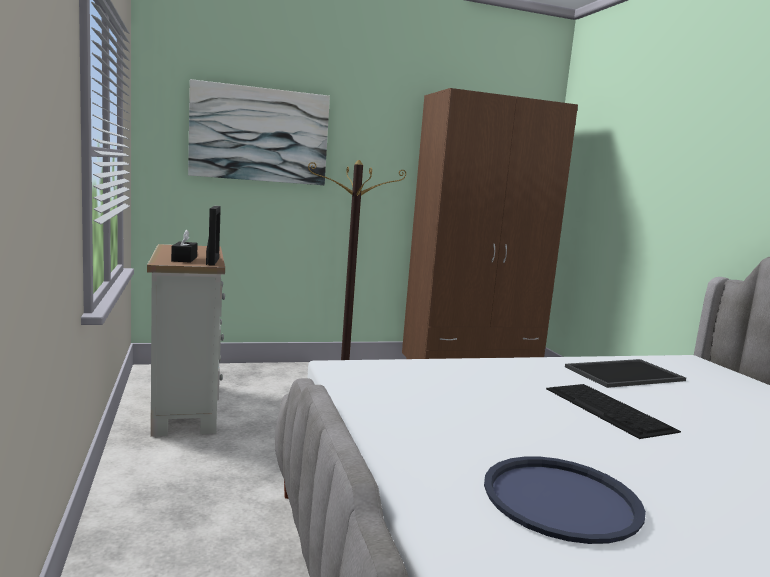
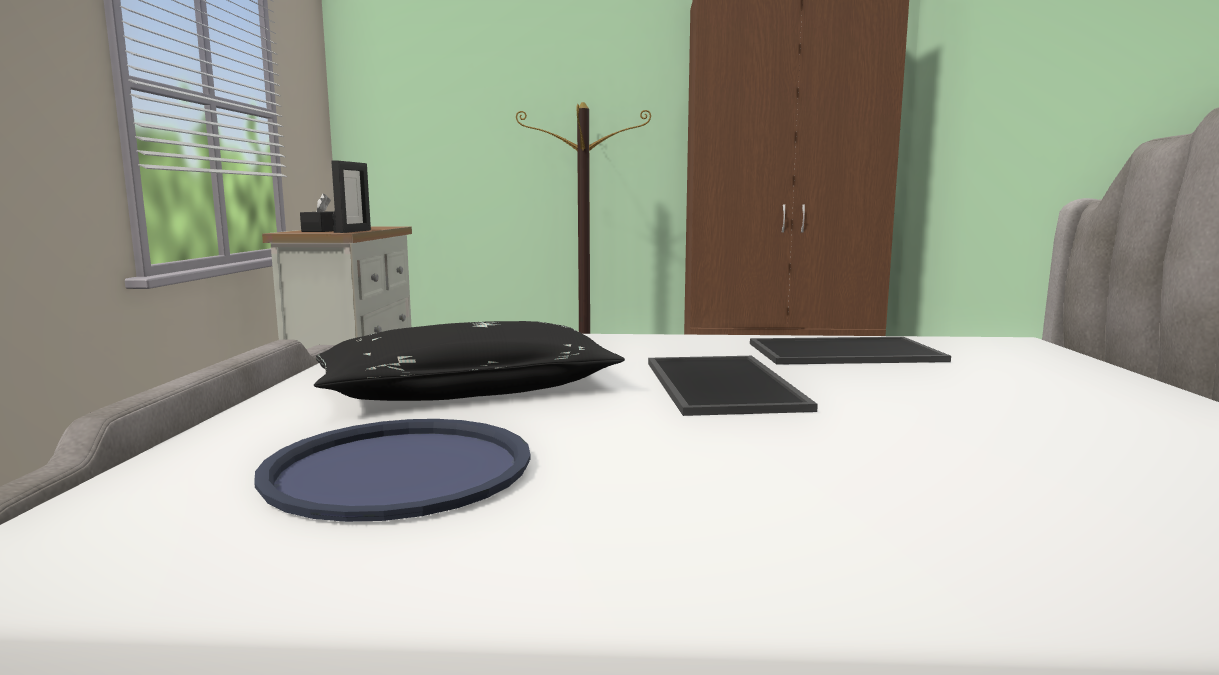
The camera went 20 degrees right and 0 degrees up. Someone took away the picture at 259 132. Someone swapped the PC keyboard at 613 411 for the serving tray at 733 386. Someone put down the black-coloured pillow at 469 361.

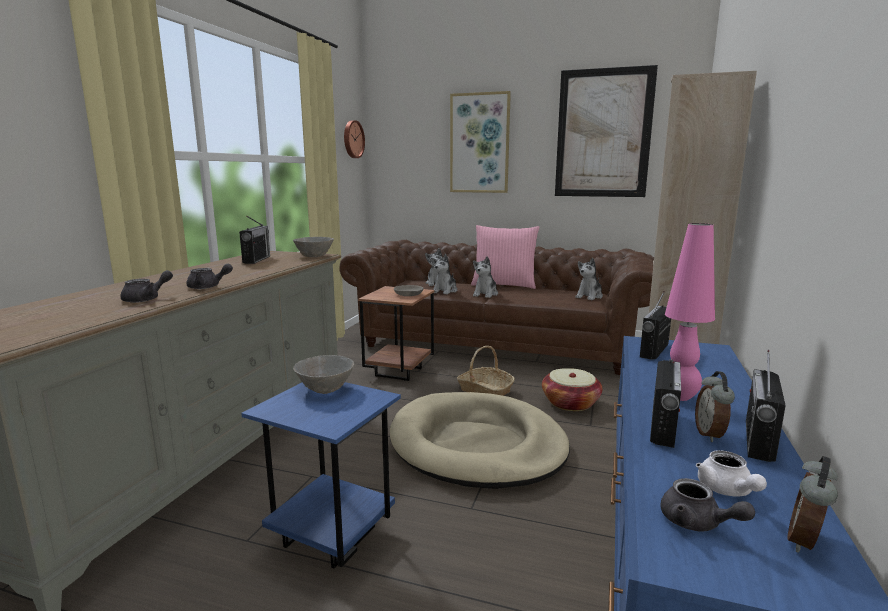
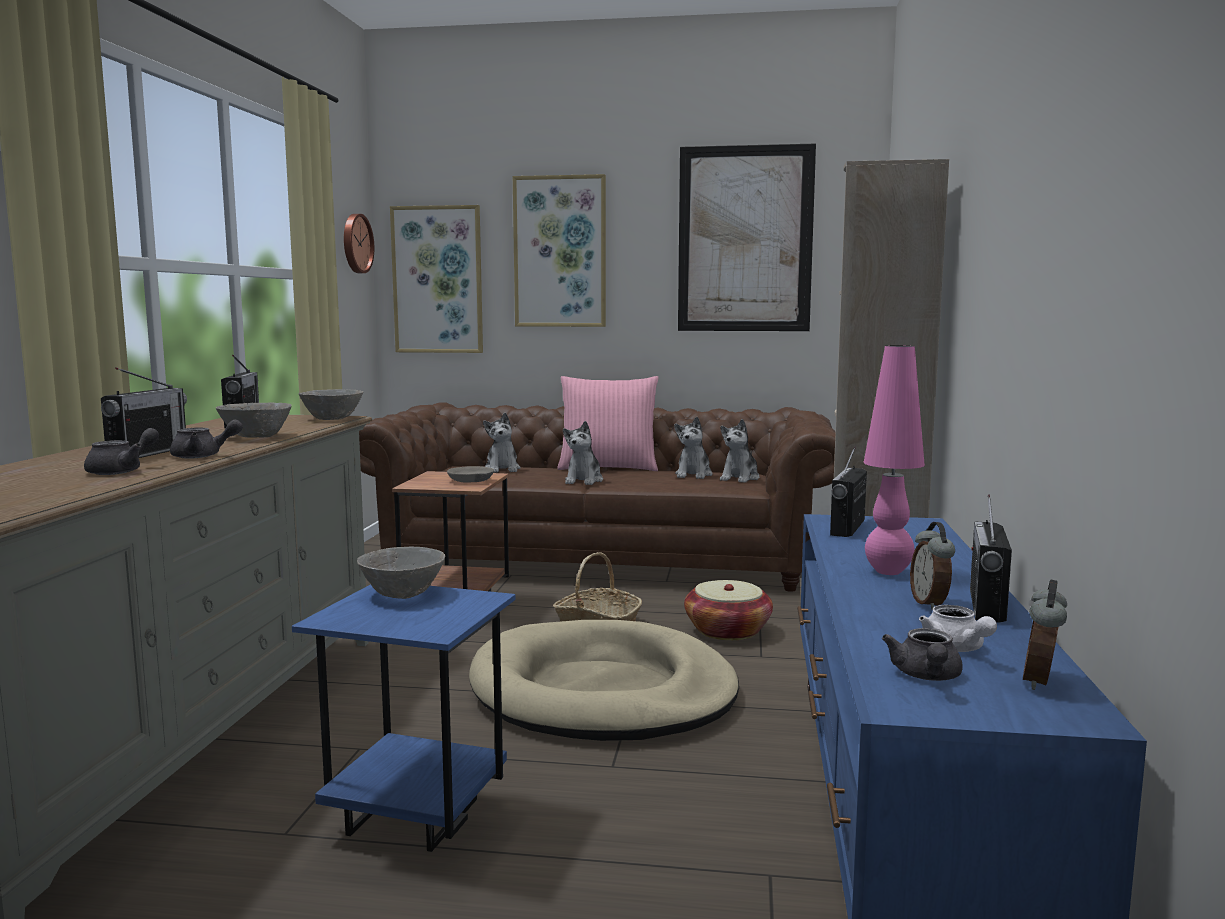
The camera went 10 degrees left and 5 degrees down. Someone carried the plush toy from 444 274 to 693 448. Someone carried the radio set from 665 403 to 144 412. Someone rotated the greyish tea pot at 707 504 by 60 degrees clockwise. Someone put down the greyish deep dish at 254 420. Someone put up the picture at 436 279.

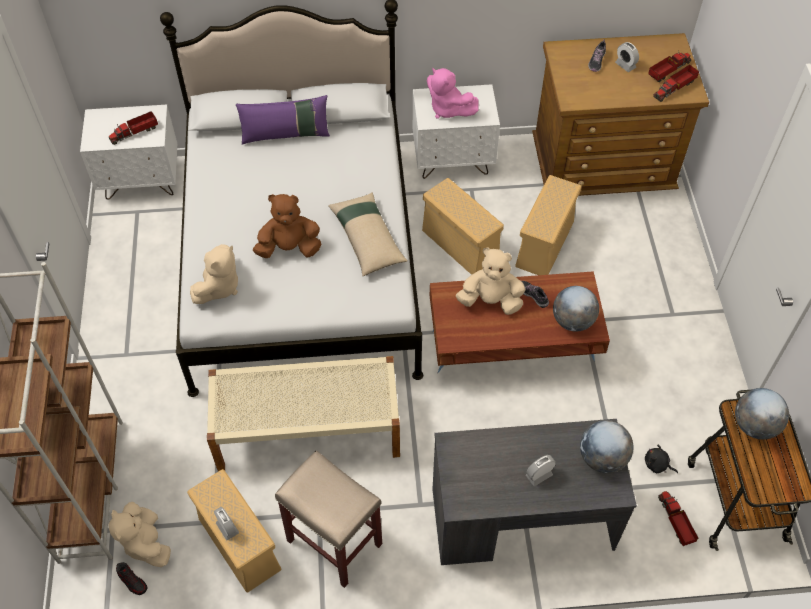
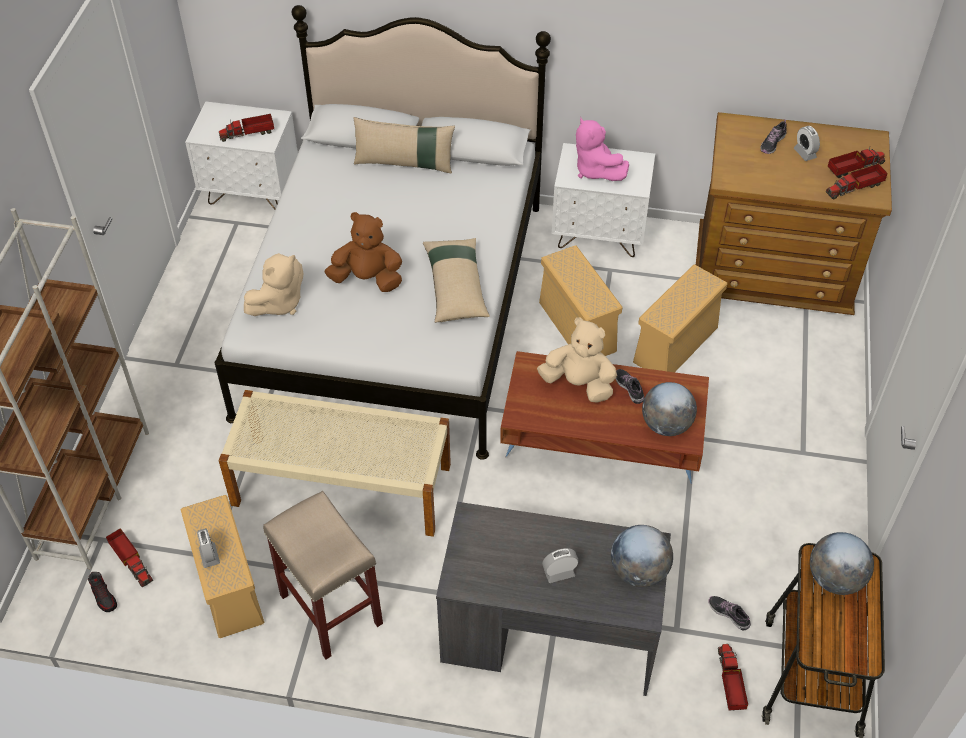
The camera went 15 degrees right and 5 degrees down. Someone swapped the beige-coloured plush toy at 139 534 for the toy truck at 129 558. Someone repainted the purple pillow at 283 120, which became the beige-coloured pillow at 404 145. Someone swapped the black-coloured plush toy at 661 459 for the low shoe at 729 613.

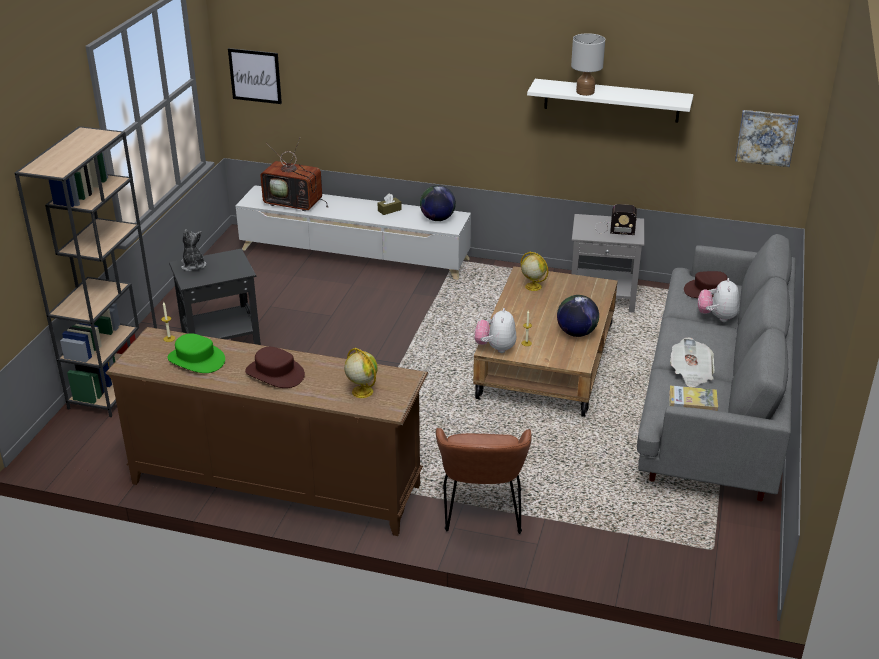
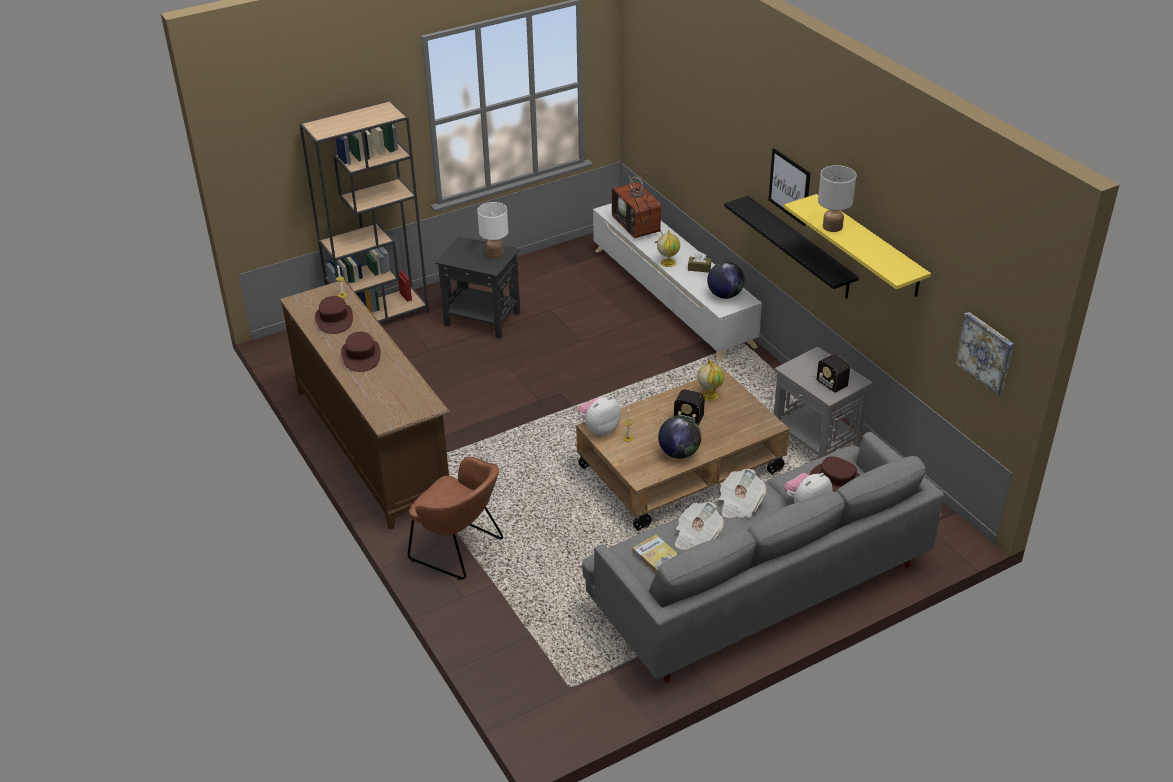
The camera went 45 degrees right and 5 degrees up. Someone repainted the green hat at 196 353, which became the brown hat at 334 315. Someone took away the plush toy at 193 250. Someone carried the picture from 255 76 to 789 187. Someone carried the desk globe from 361 373 to 668 248. Someone rotated the brown armchair at 483 481 by 105 degrees counterclockwise. Someone repainted the white-coloured wall shelf at 610 101, which became the yellowish wall shelf at 857 245. Someone put down the white-coloured lamp for a table at 492 230. Someone put down the radio set at 682 407. Someone put down the newspaper at 742 493. Someone put up the black-coloured wall shelf at 791 247.

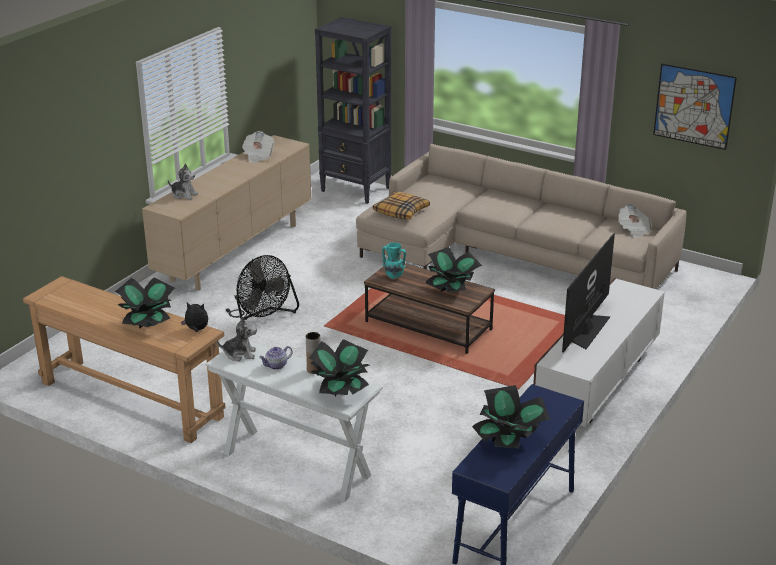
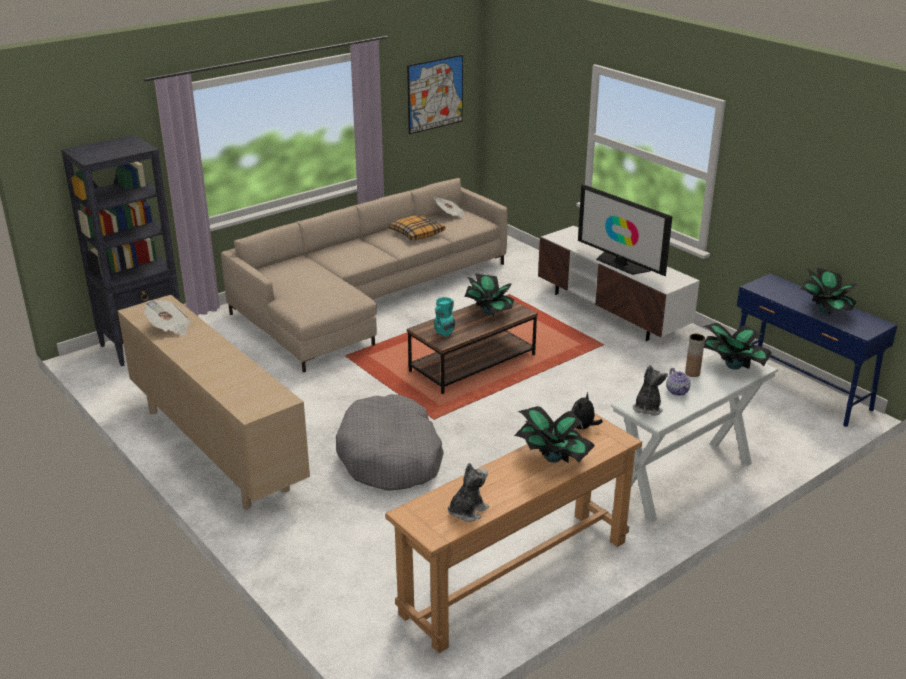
The camera went 70 degrees left and 0 degrees up. Someone carried the plush toy from 183 182 to 468 492. Someone swapped the black-coloured fan at 262 287 for the greyish pet bed at 390 442. Someone carried the pillow from 401 206 to 417 227.

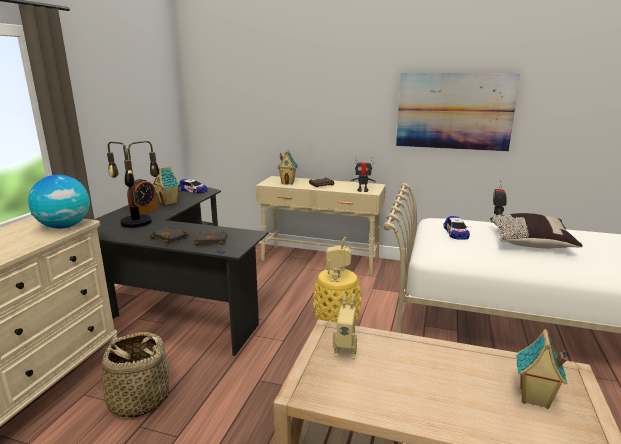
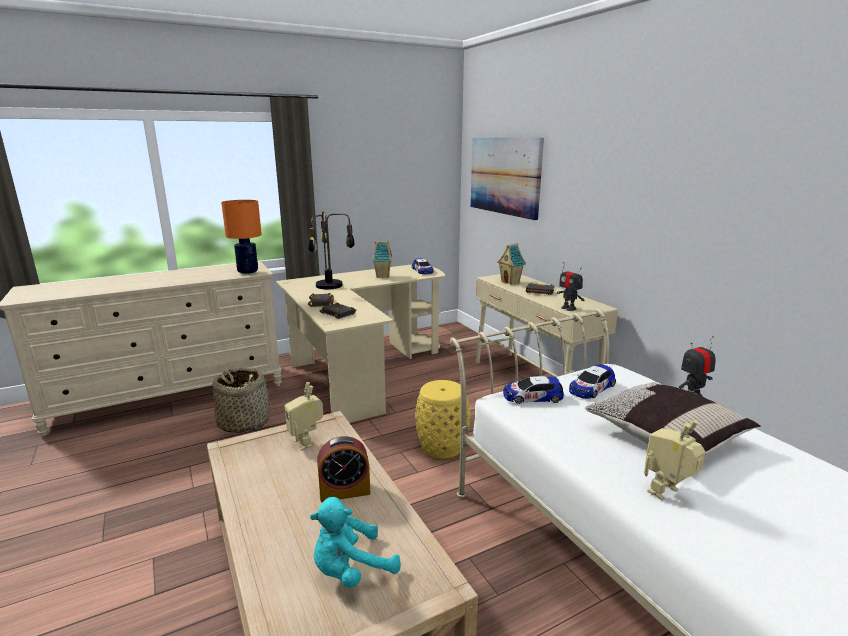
The camera went 45 degrees right and 0 degrees up. Someone swapped the desk globe at 59 201 for the orangey lamp for a table at 241 237. Someone repainted the black-coloured desk unit at 181 271, which became the beige-coloured desk unit at 360 343. Someone carried the bedside clock from 142 197 to 343 469. Someone carried the robot figure from 339 259 to 675 460. Someone carried the picture from 458 112 to 507 179. Someone swapped the toy house at 542 369 for the blue-green plush toy at 355 542. Someone put down the model car at 533 390.

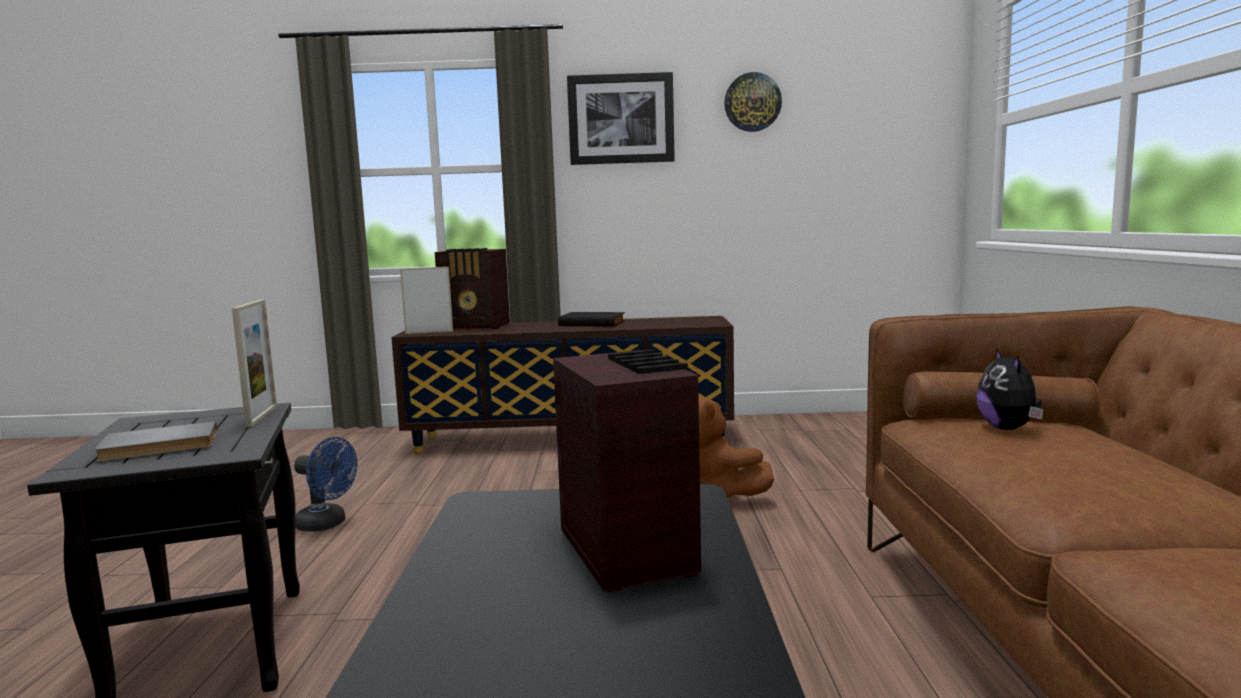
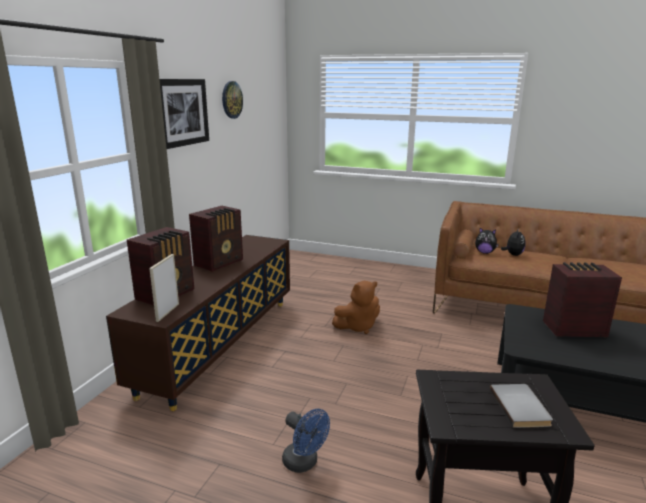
The camera went 70 degrees left and 10 degrees up. Someone took away the photo frame at 254 363. Someone rotated the blue fan at 325 484 by 90 degrees clockwise. Someone swapped the black-coloured volume at 591 319 for the radio set at 216 239. Someone put down the plush toy at 513 243.

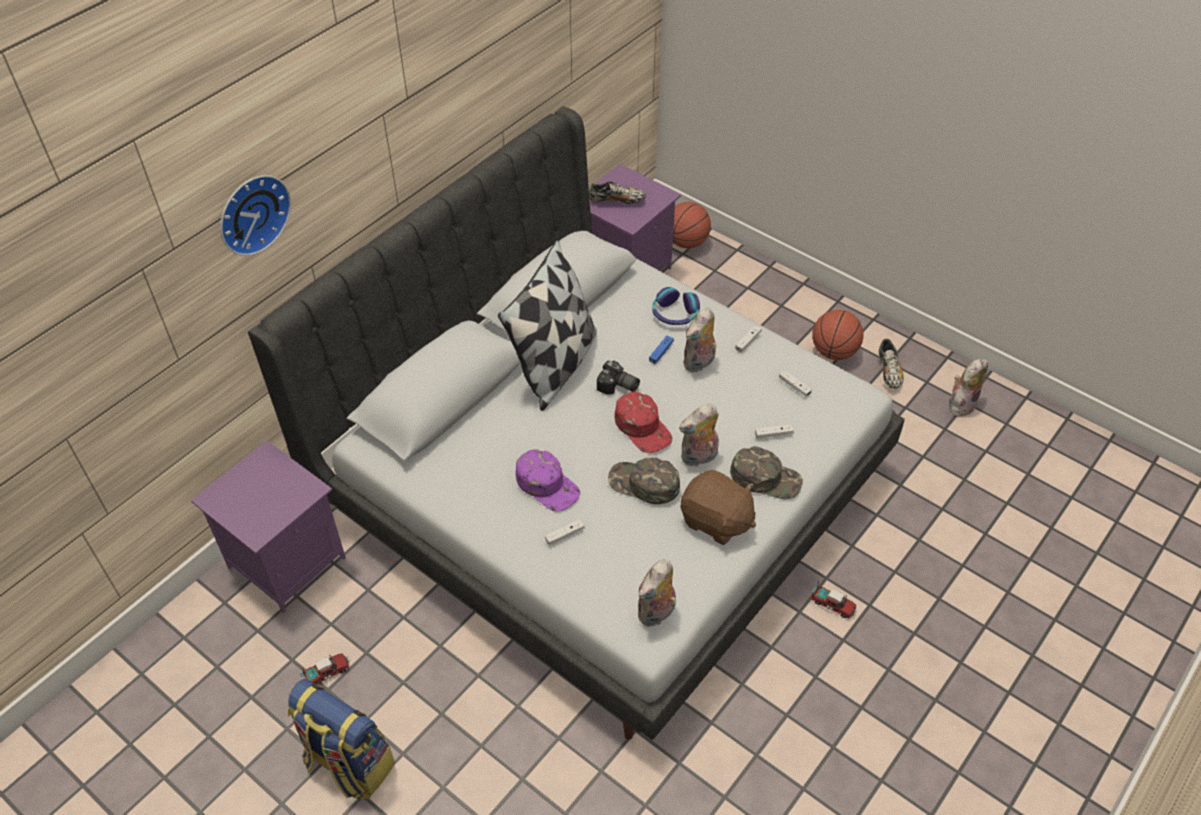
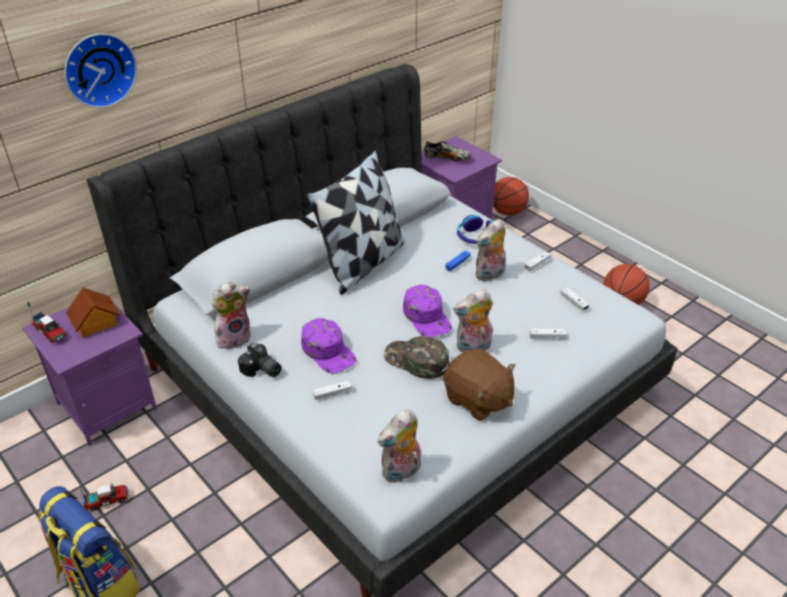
The camera went 10 degrees right and 10 degrees down. Someone carried the photo camera from 618 377 to 260 360. Someone repainted the red-coloured peaked cap at 643 422, which became the purple peaked cap at 427 311. Someone took away the green peaked cap at 766 473. Someone carried the toy truck from 833 599 to 47 322. Someone took away the low shoe at 891 364. Someone carried the plush toy from 968 389 to 231 315. Someone put down the toy house at 93 312.

